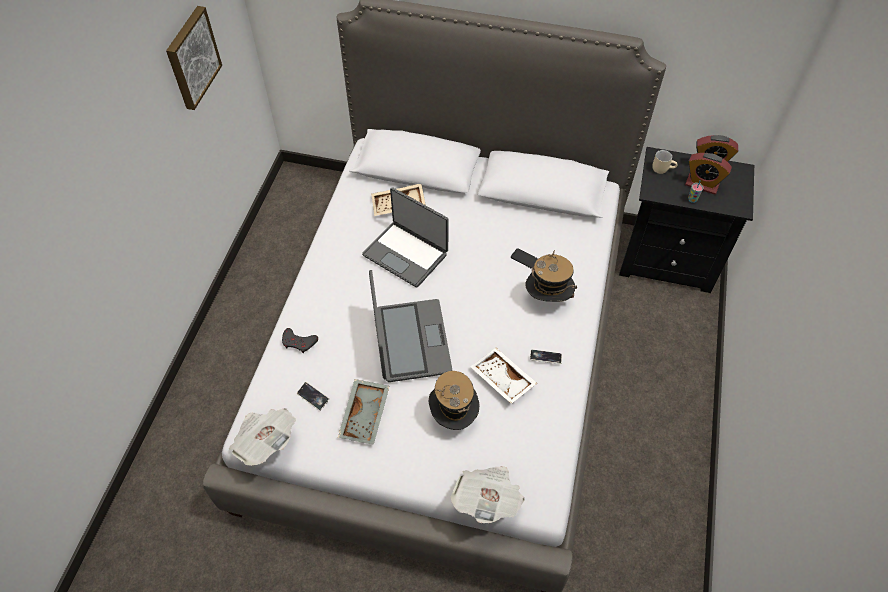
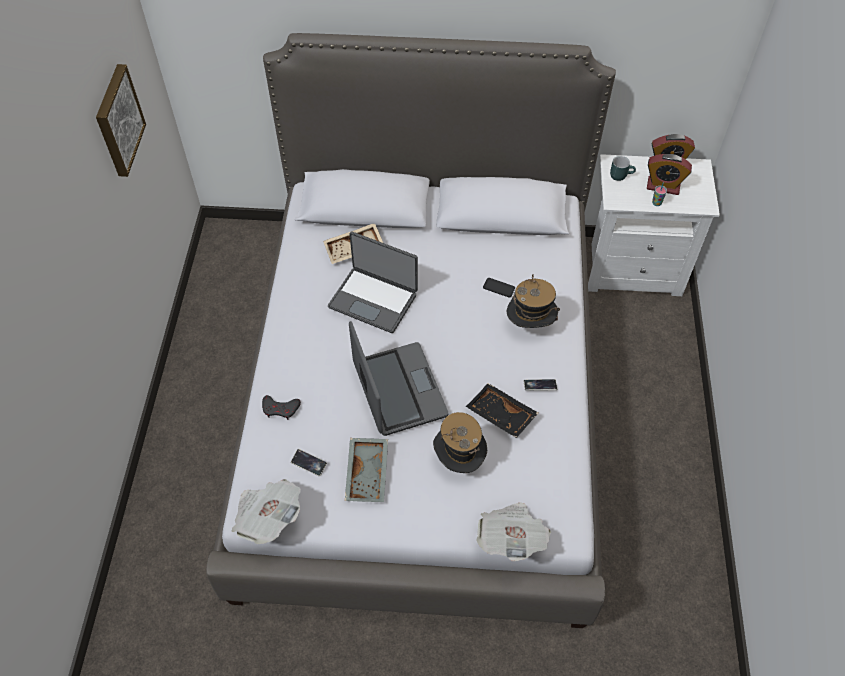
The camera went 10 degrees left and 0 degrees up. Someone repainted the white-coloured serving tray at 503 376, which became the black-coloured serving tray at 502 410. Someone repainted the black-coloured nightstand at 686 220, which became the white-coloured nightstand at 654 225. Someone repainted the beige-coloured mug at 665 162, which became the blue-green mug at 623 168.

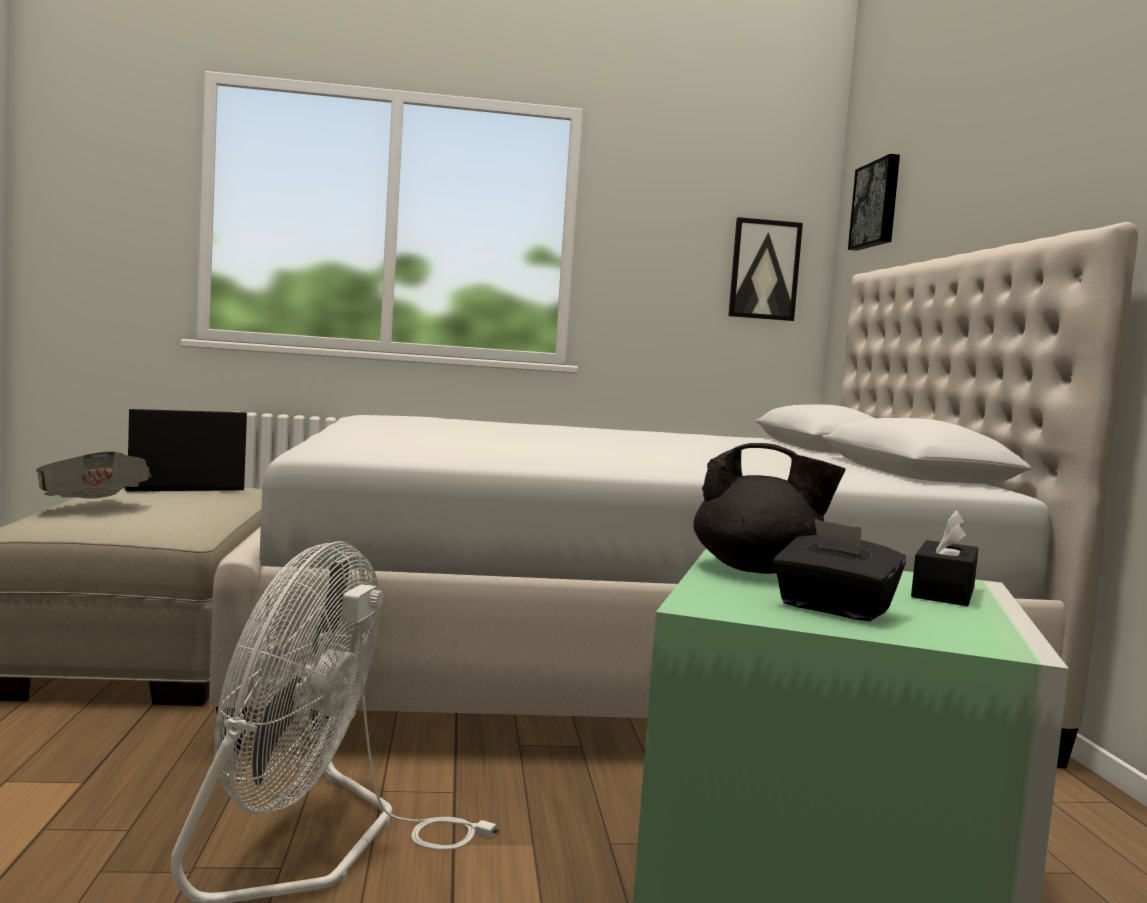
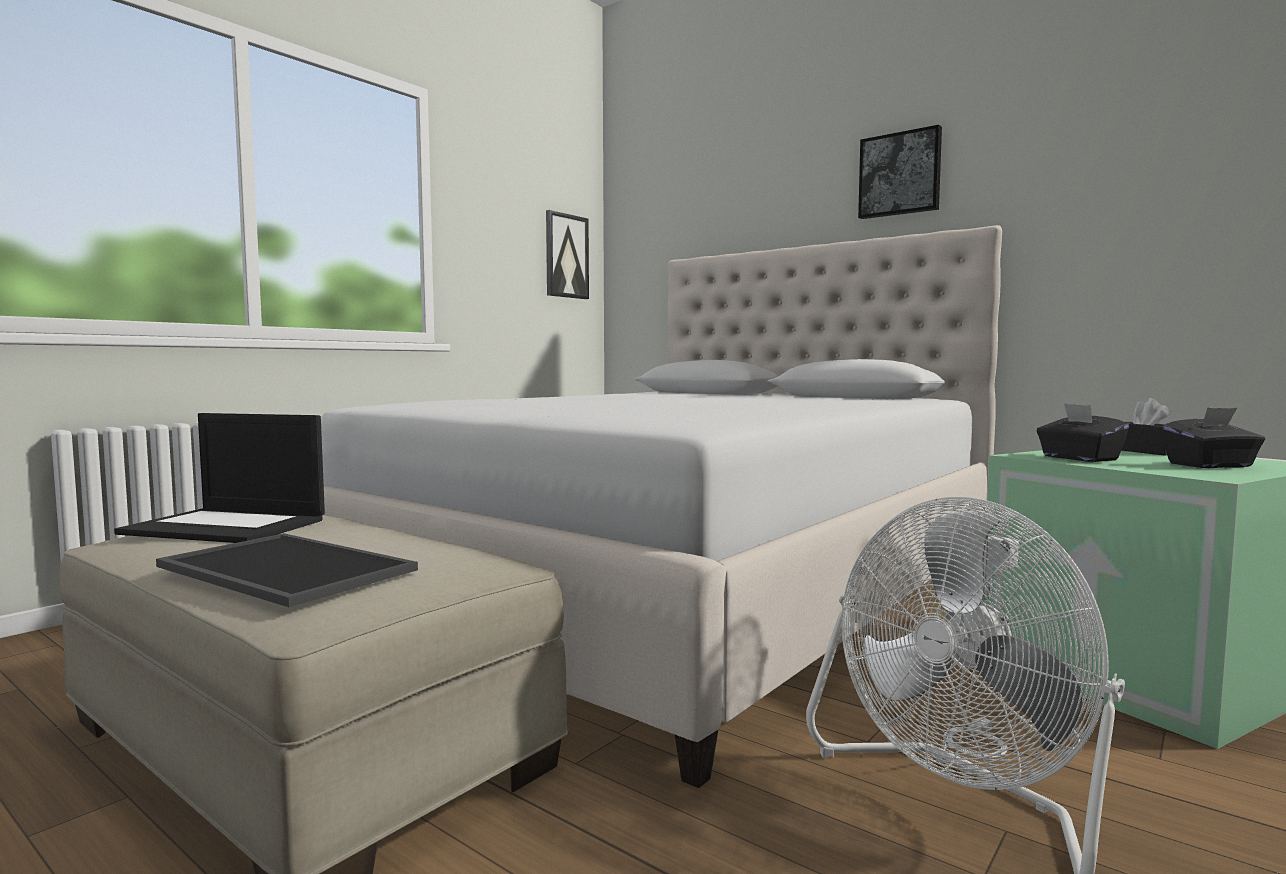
The camera went 45 degrees left and 0 degrees up. Someone swapped the newspaper at 93 475 for the serving tray at 287 570. Someone rotated the portable computer at 185 450 by 90 degrees counterclockwise. Someone swapped the black-coloured tea pot at 770 508 for the black-coloured box of tissues at 1083 432. Someone carried the picture from 874 202 to 900 172.

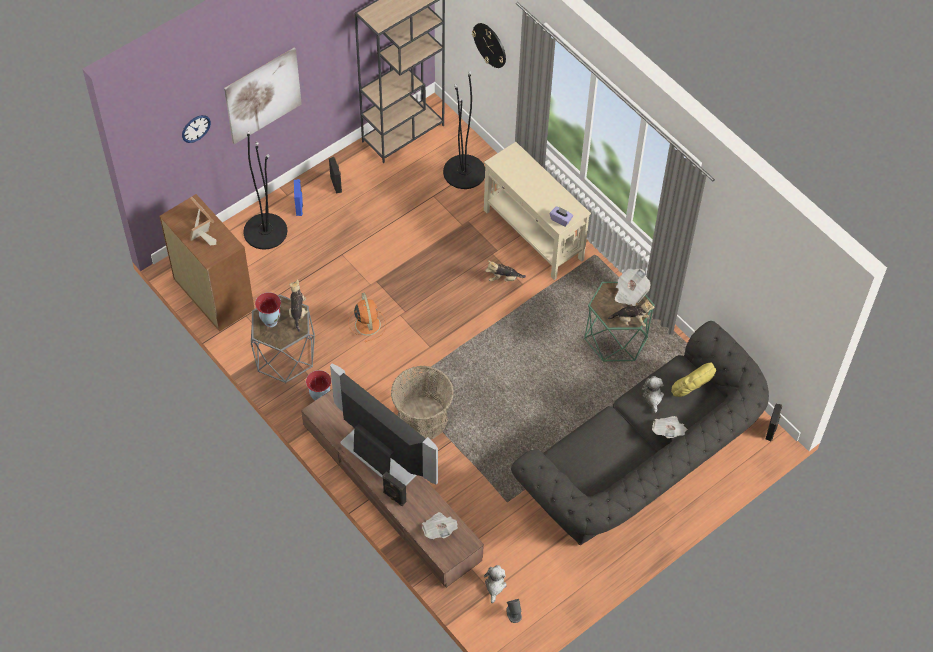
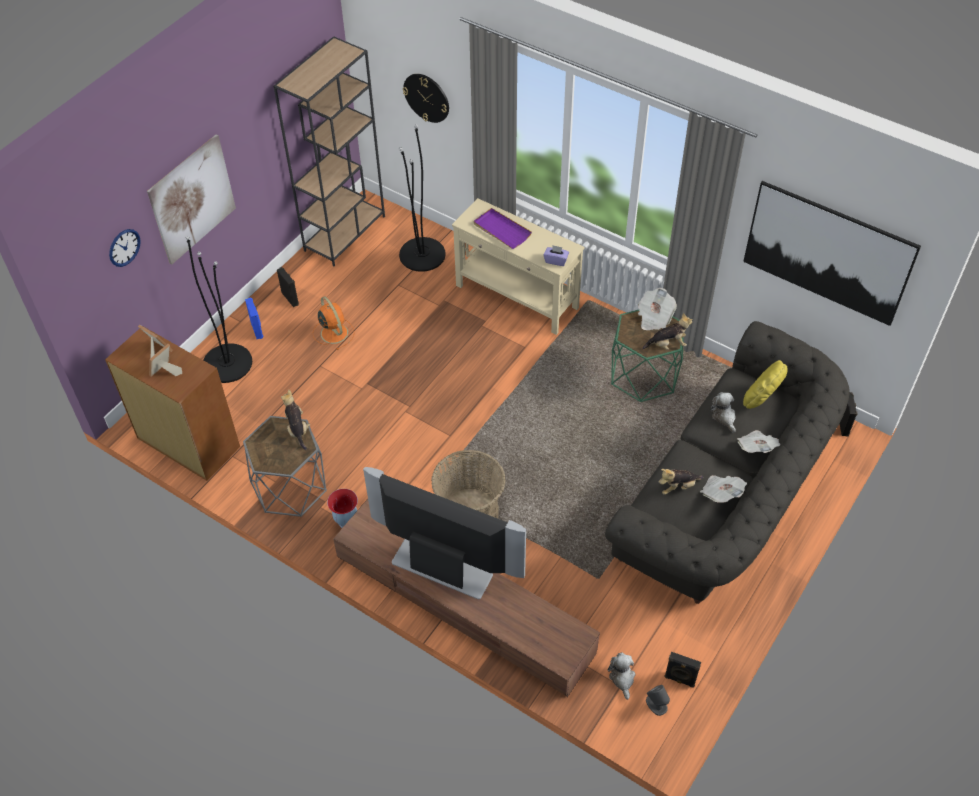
The camera went 15 degrees left and 5 degrees down. Someone took away the decorative vase at 268 309. Someone carried the orangey fan from 367 317 to 334 323. Someone carried the black-coloured loudspeaker from 394 489 to 682 670. Someone carried the newspaper from 440 525 to 723 489. Someone carried the plush toy from 505 271 to 681 482. Someone put down the purple serving tray at 502 228. Someone put up the picture at 832 253.

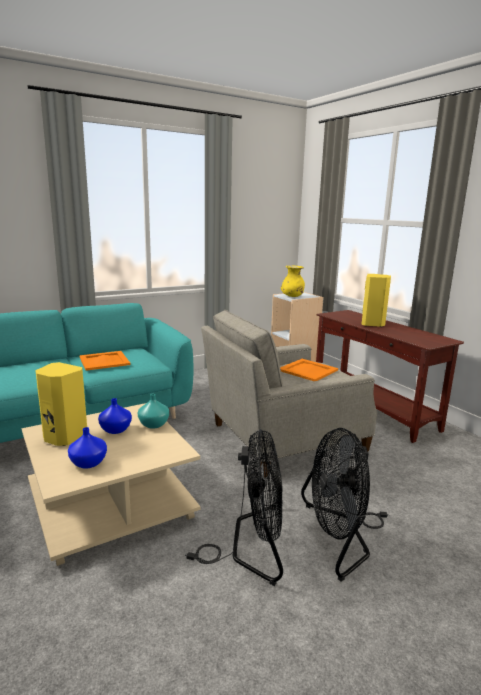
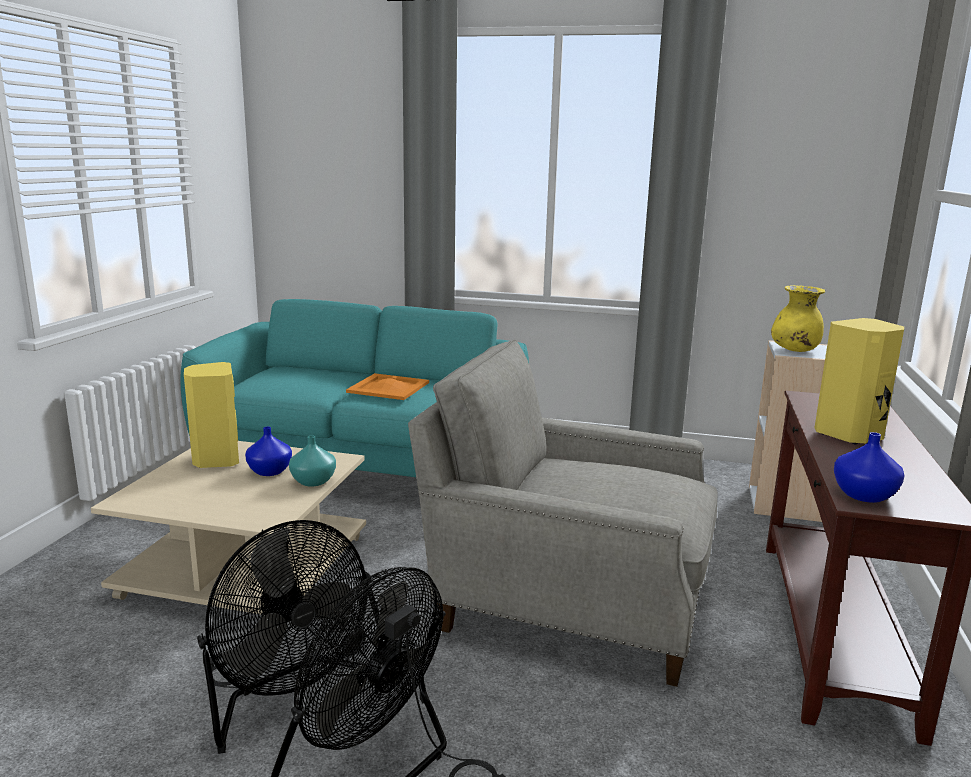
The camera went 45 degrees right and 0 degrees up. Someone carried the blue decorative vase from 87 448 to 869 467. Someone took away the orangey serving tray at 309 370.

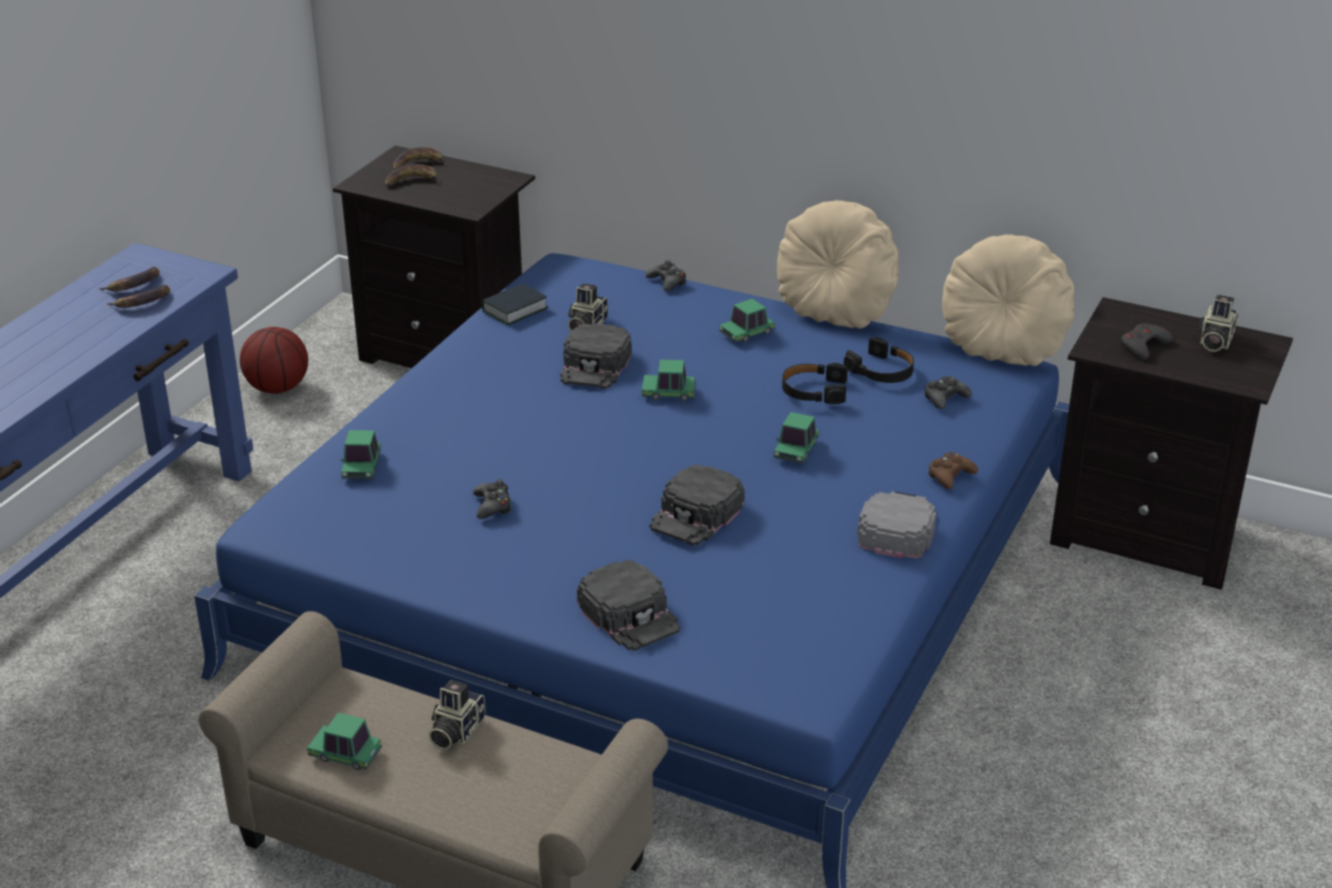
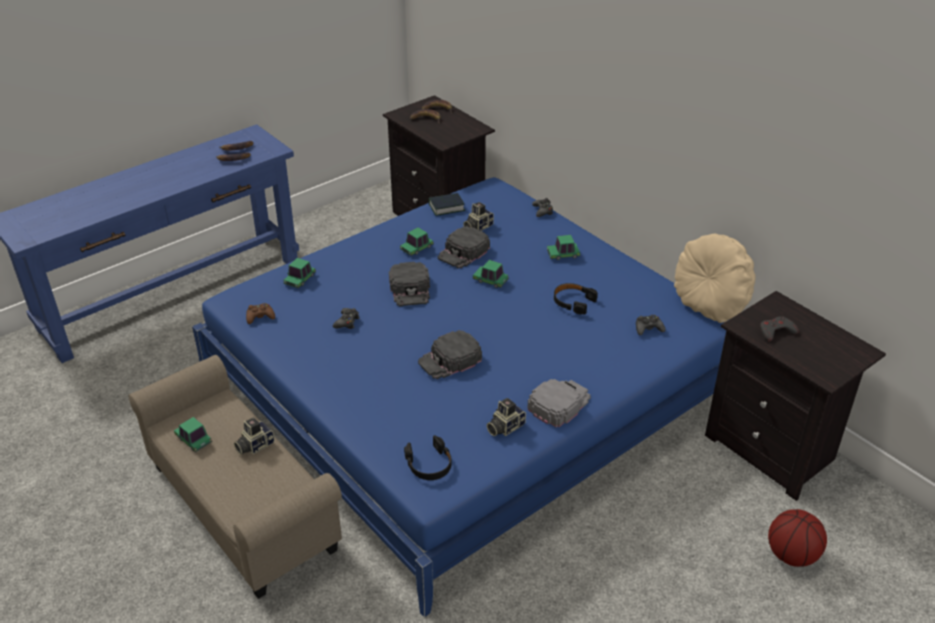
The camera went 25 degrees right and 5 degrees up. Someone carried the basketball ball from 274 360 to 797 538. Someone carried the black-coloured peaked cap from 628 605 to 409 284. Someone carried the model car from 796 437 to 417 241. Someone took away the beige-coloured pillow at 838 264. Someone carried the black-coloured pair of headphones from 879 360 to 428 457. Someone carried the brown gamepad from 953 470 to 260 313. Someone carried the photo camera from 1218 323 to 506 417.

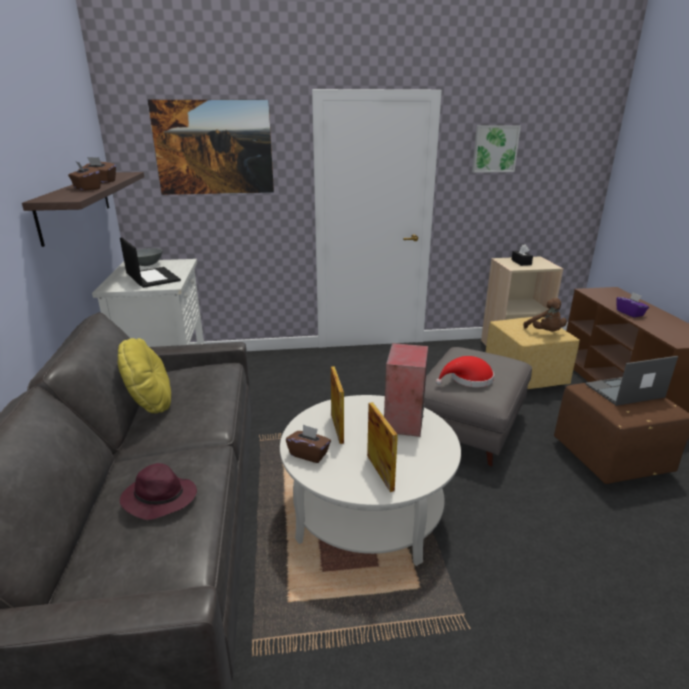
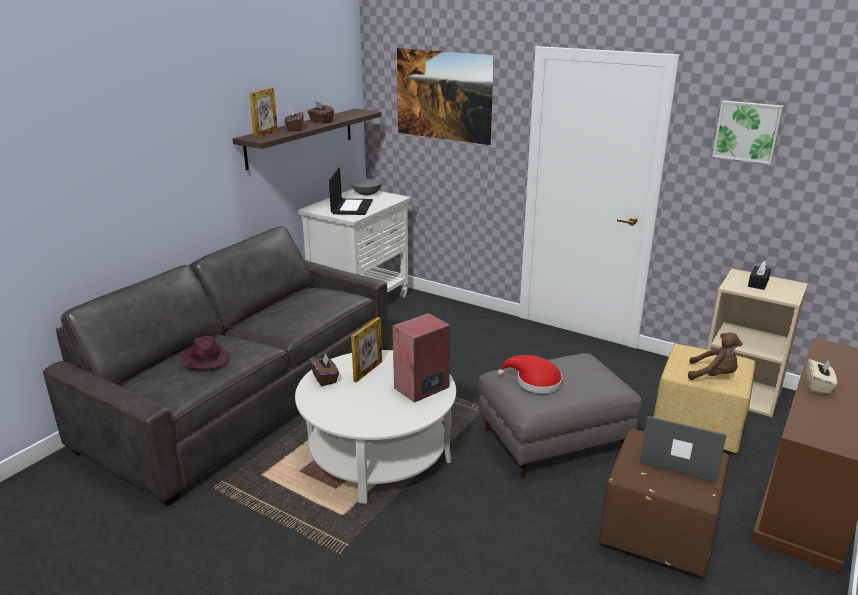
The camera went 40 degrees right and 0 degrees up. Someone took away the yellowish pillow at 144 375. Someone carried the photo frame from 382 447 to 263 113. Someone rotated the brown plush toy at 545 314 by 90 degrees counterclockwise. Someone repainted the purple box of tissues at 632 305, which became the beige-coloured box of tissues at 822 376.

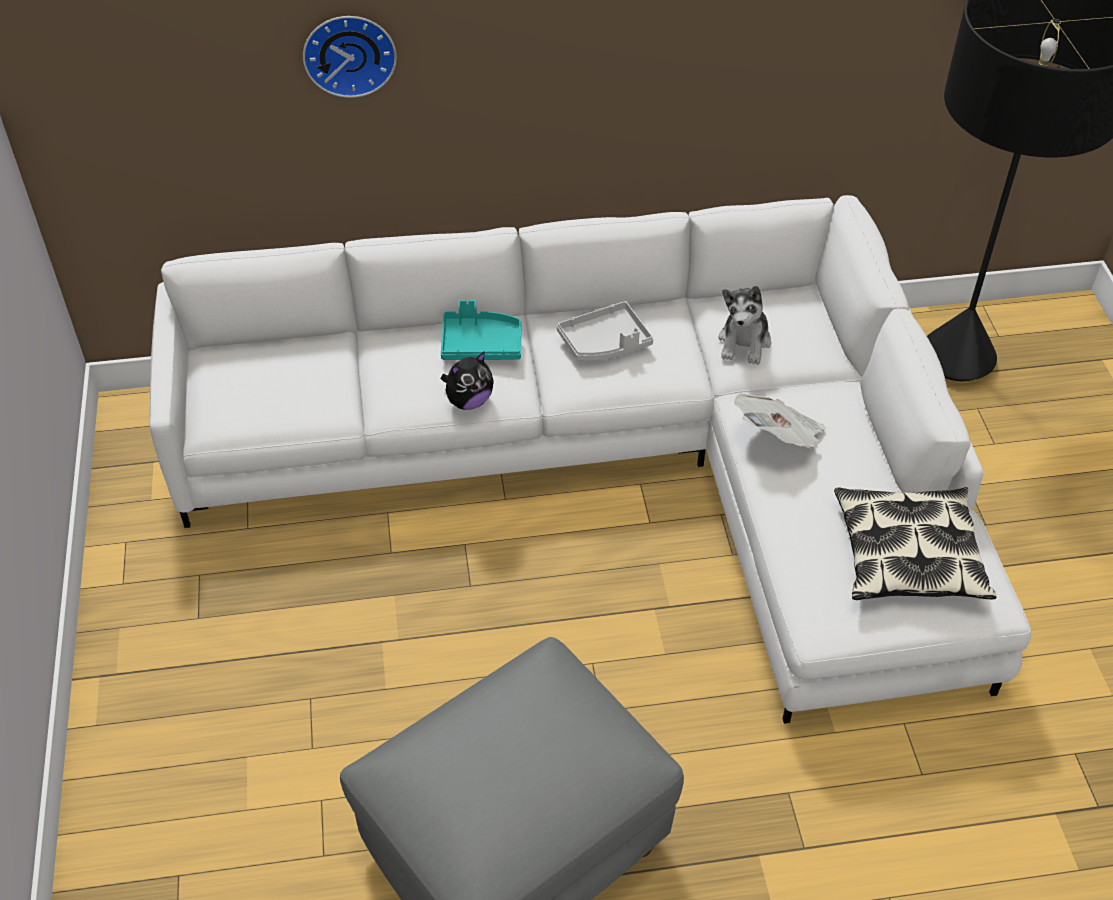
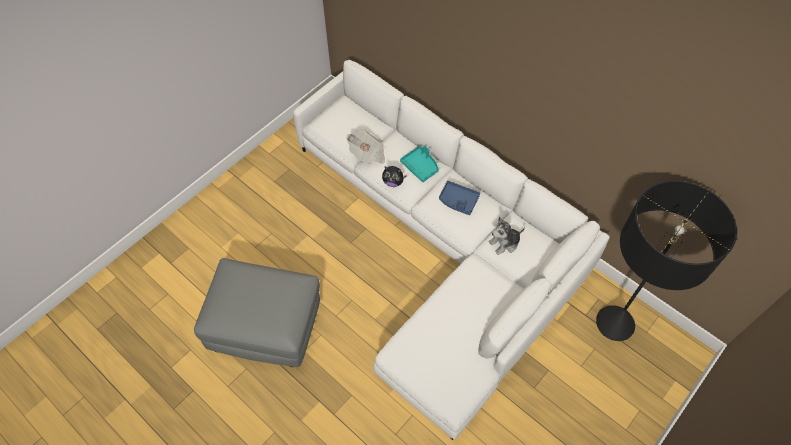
The camera went 50 degrees right and 10 degrees up. Someone took away the hanging clock at 350 57. Someone repainted the greyish serving tray at 605 331, which became the blue serving tray at 459 198. Someone carried the newspaper from 780 421 to 366 146. Someone took away the pillow at 915 543.

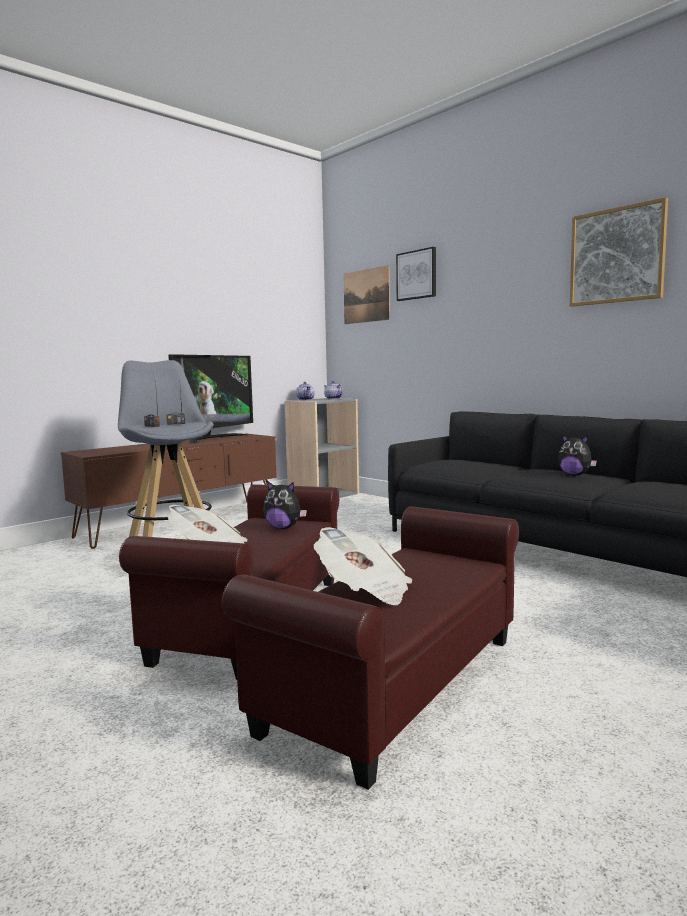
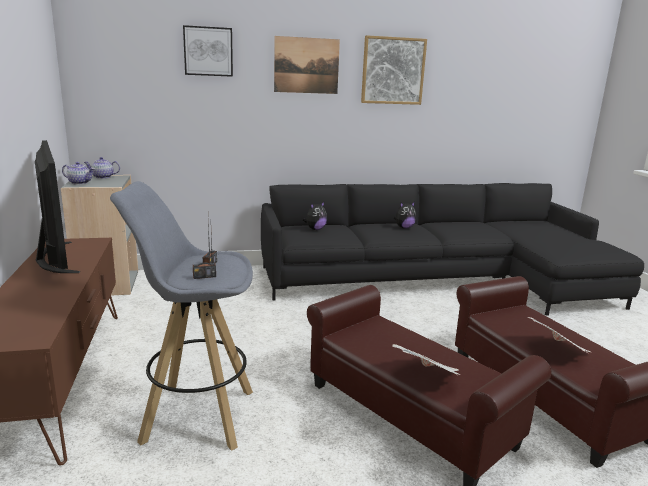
The camera went 60 degrees left and 10 degrees up. Someone carried the plush toy from 285 505 to 315 216. Someone carried the picture from 367 294 to 307 65.

